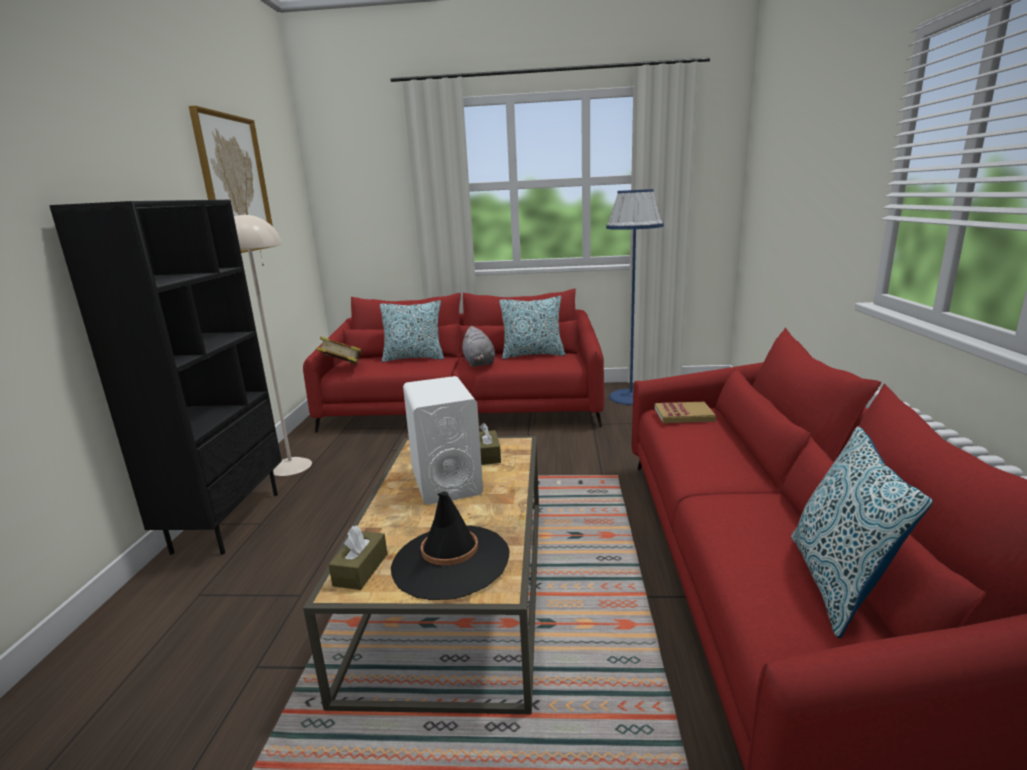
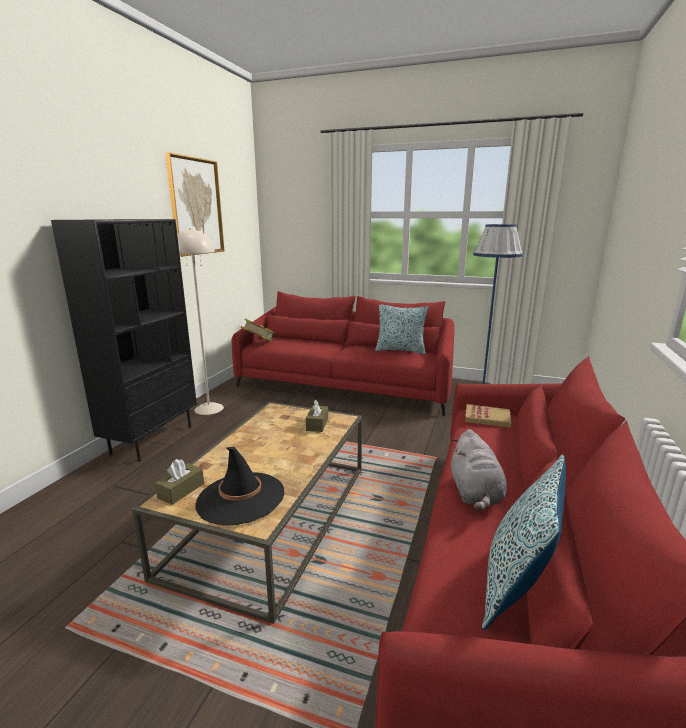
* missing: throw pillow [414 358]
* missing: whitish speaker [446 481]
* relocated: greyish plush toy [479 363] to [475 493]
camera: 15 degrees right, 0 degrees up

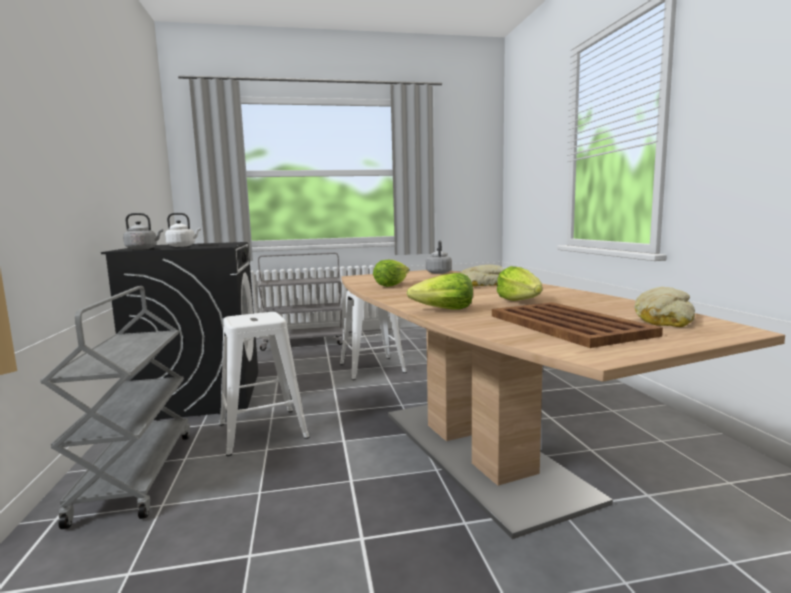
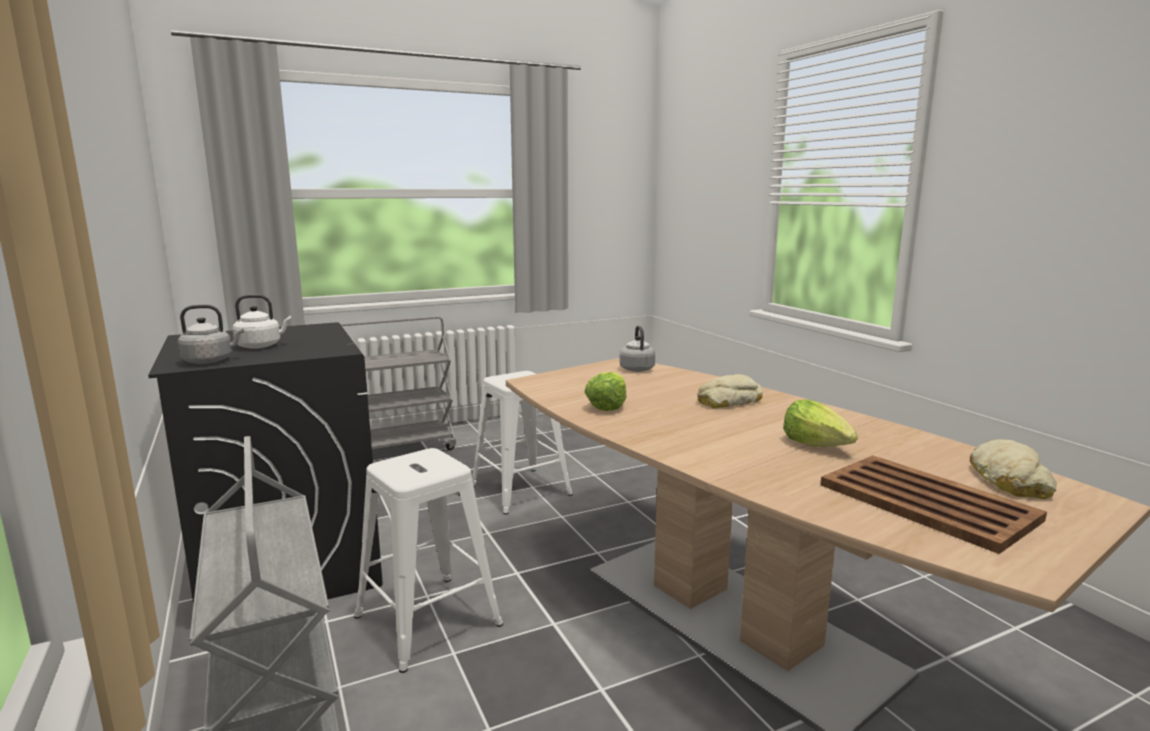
* missing: lettuce [443 310]
camera: 15 degrees left, 5 degrees up

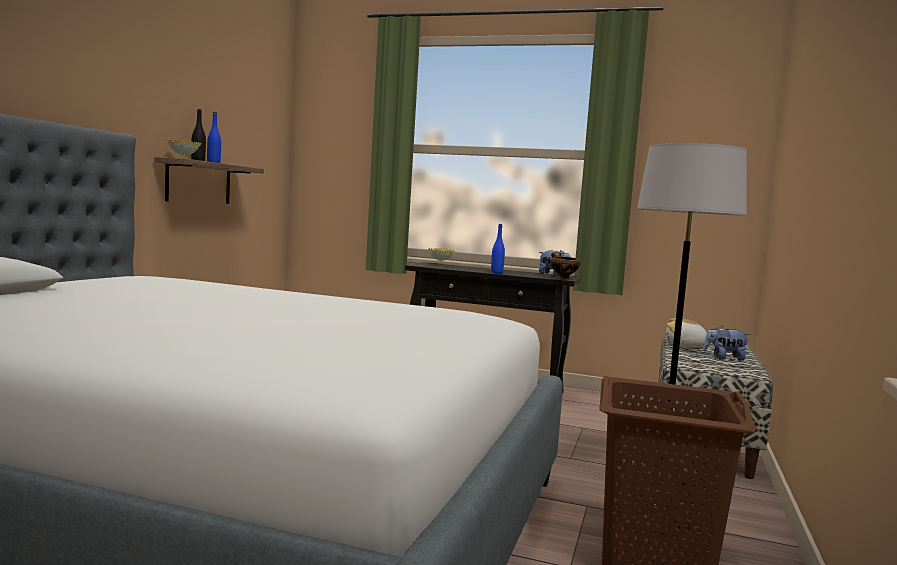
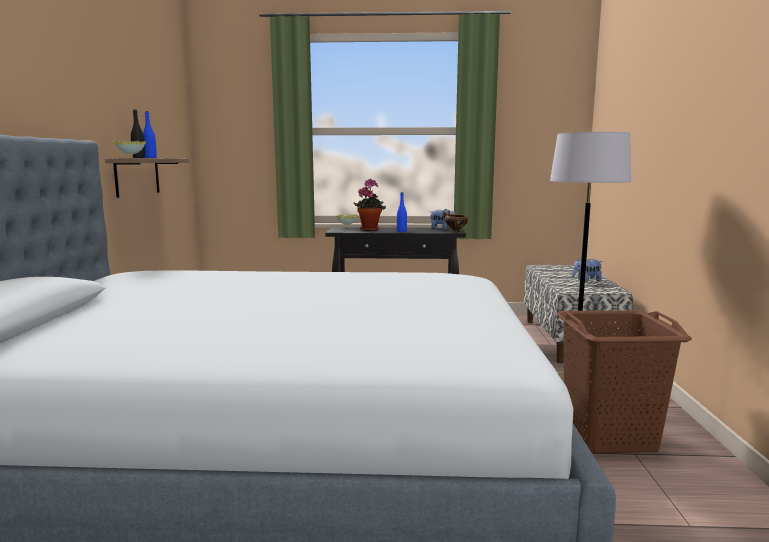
* missing: plush toy [685 346]
* appeared: potted plant [370 229]
camera: 15 degrees left, 5 degrees up

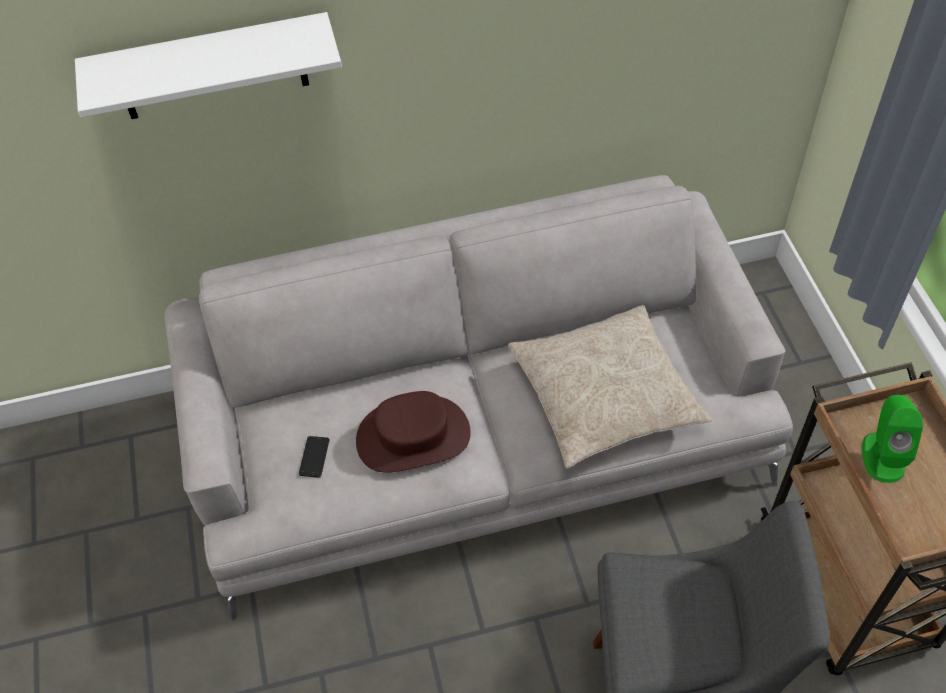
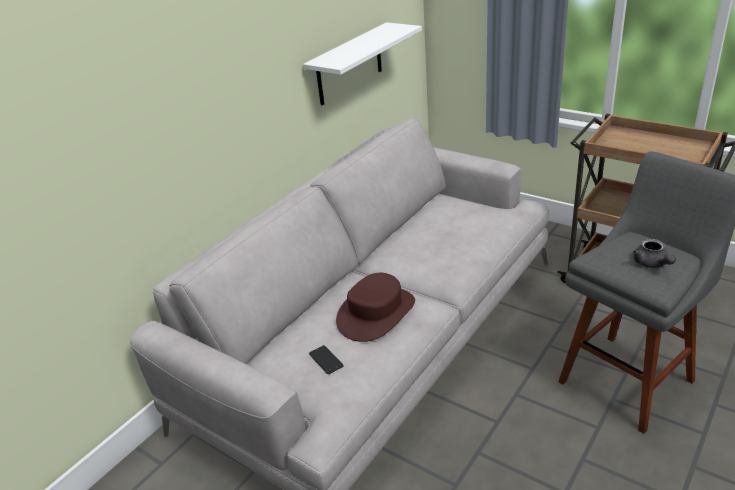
* missing: sand-coloured throw pillow [605 395]
* missing: green speaker [883 456]
* appeared: greyish pot for tea [652 264]
* relocated: whitish bracket shelf [212 68] to [349 64]
camera: 40 degrees left, 20 degrees down

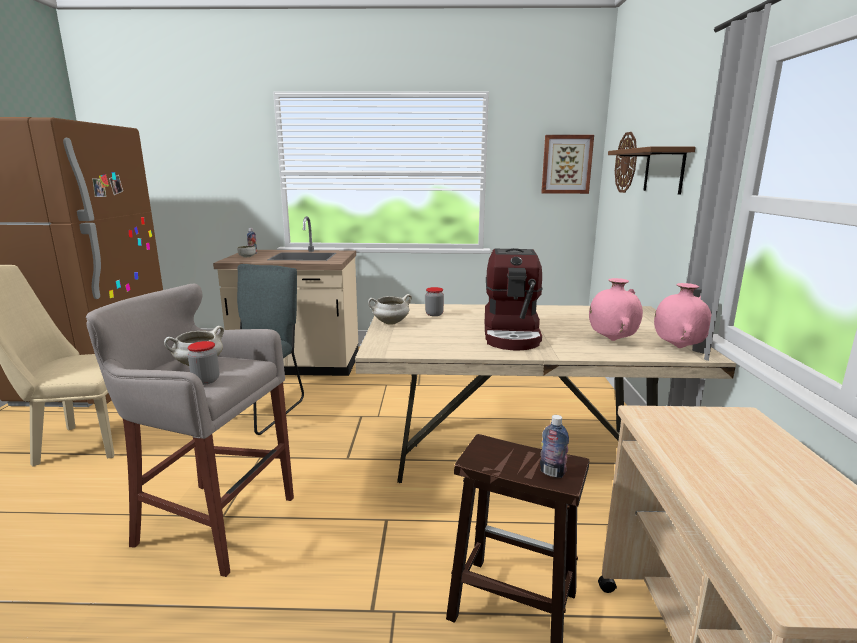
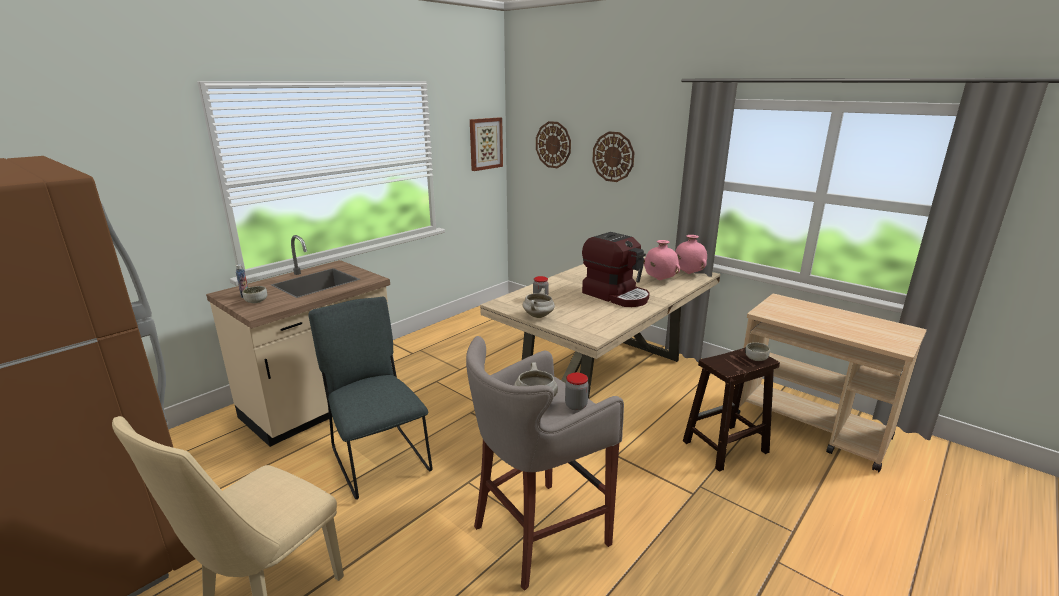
* exchanged: beverage bottle [552 472] to serving bowl [756 358]
* exchanged: brownish bracket shelf [664 170] to clock on the wall [613 156]
camera: 50 degrees left, 5 degrees up

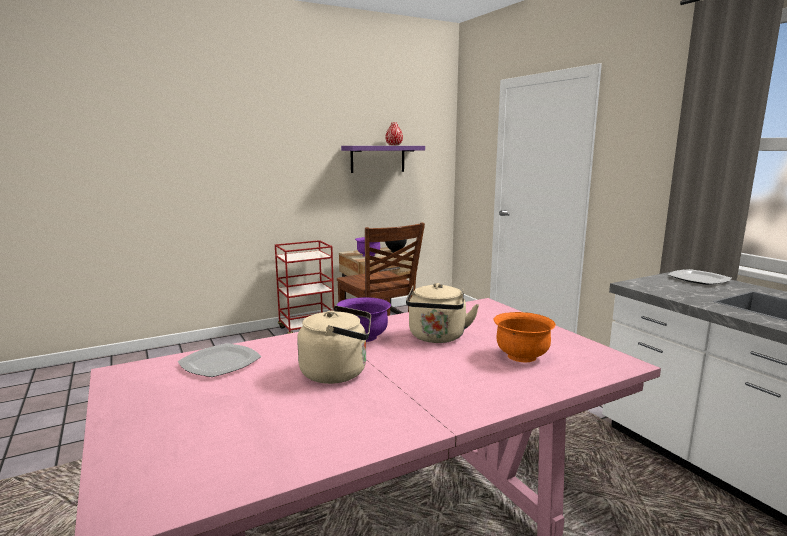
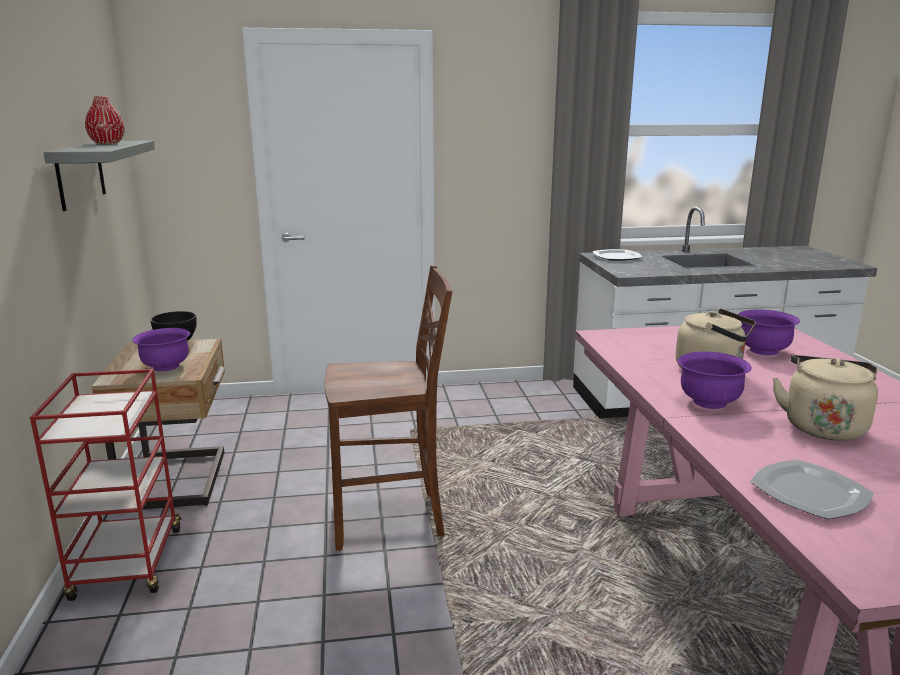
* colour: purplish bracket shelf [377 159] to greyish bracket shelf [80 174]
* colour: orangey serving bowl [522 356] to purplish serving bowl [763 351]
camera: 70 degrees left, 5 degrees up

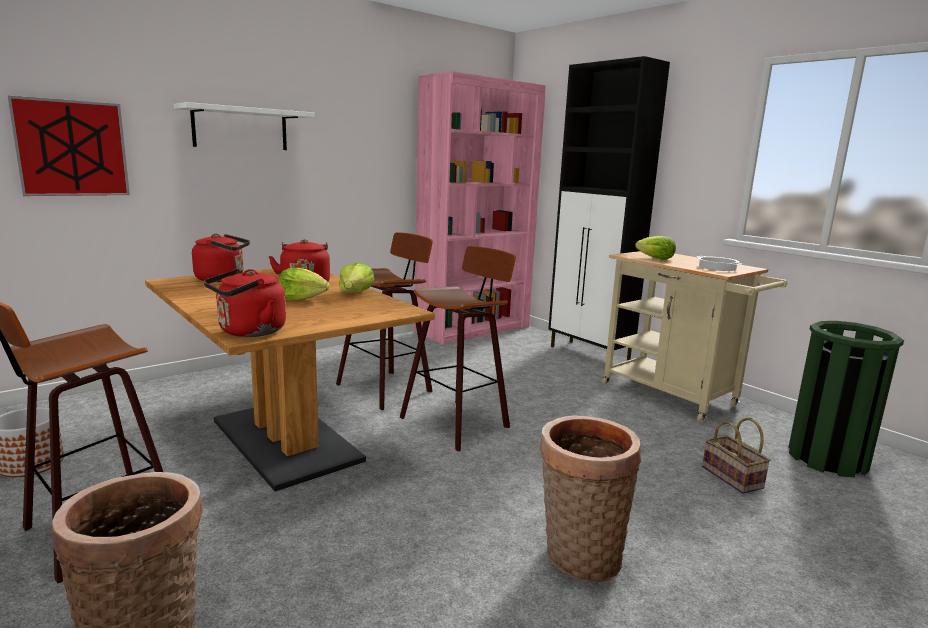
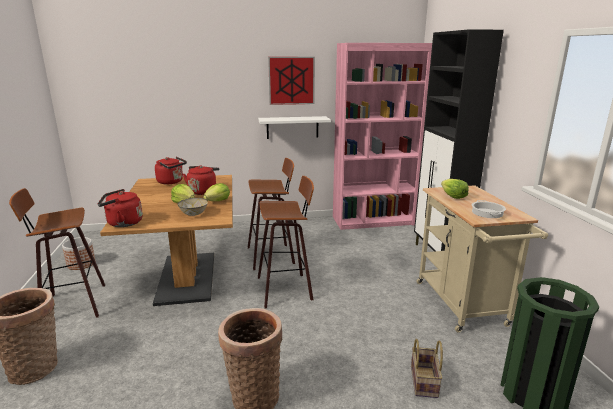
* appeared: serving bowl [193 214]
* relocated: wall picture [72 148] to [291 80]
* relocated: whitish bracket shelf [240 128] to [292 127]
camera: 30 degrees right, 5 degrees up

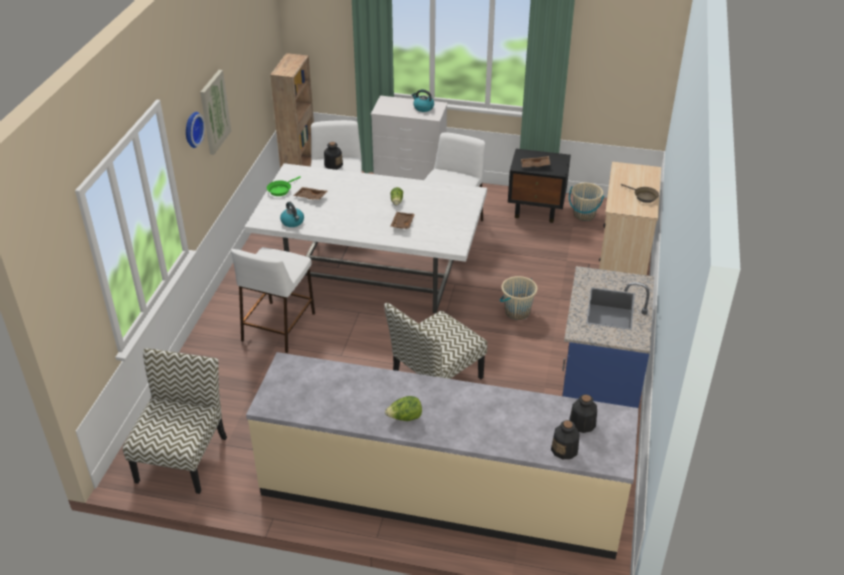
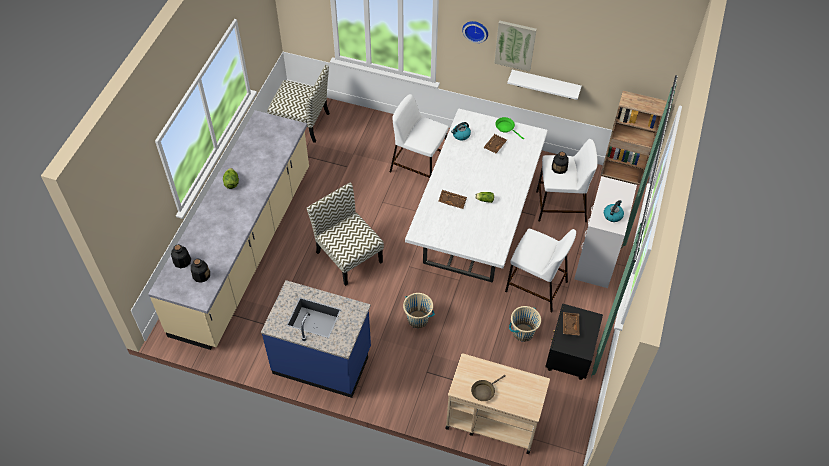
* appeared: whitish bracket shelf [545 84]
* relocated: sand-coloured bucket [584 215] to [523 332]
camera: 95 degrees right, 15 degrees up

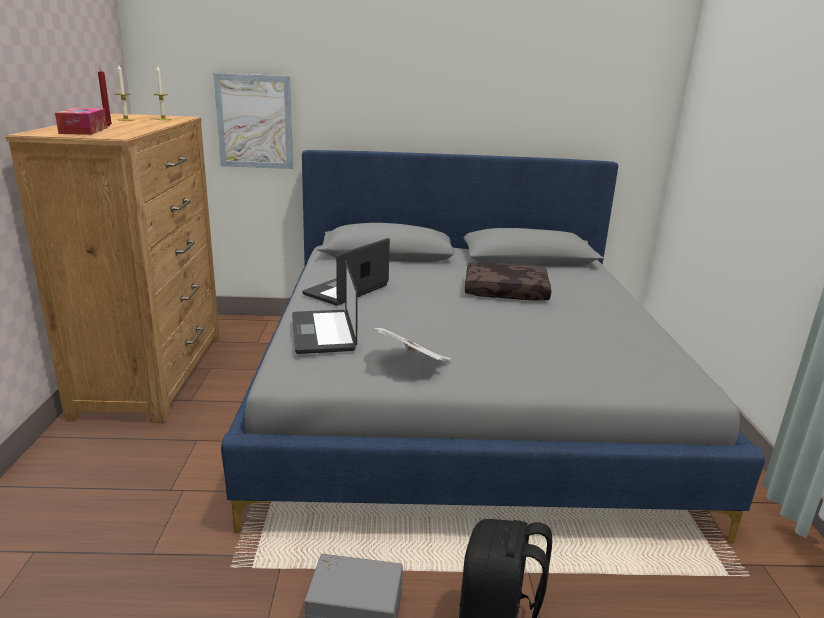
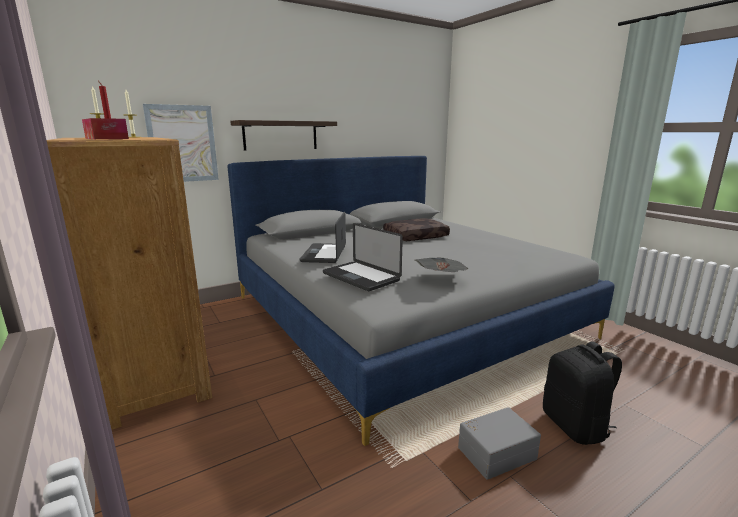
* appeared: bracket shelf [280 135]
camera: 30 degrees left, 5 degrees down

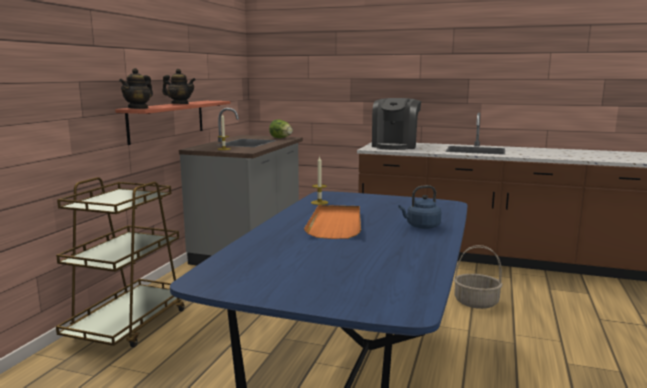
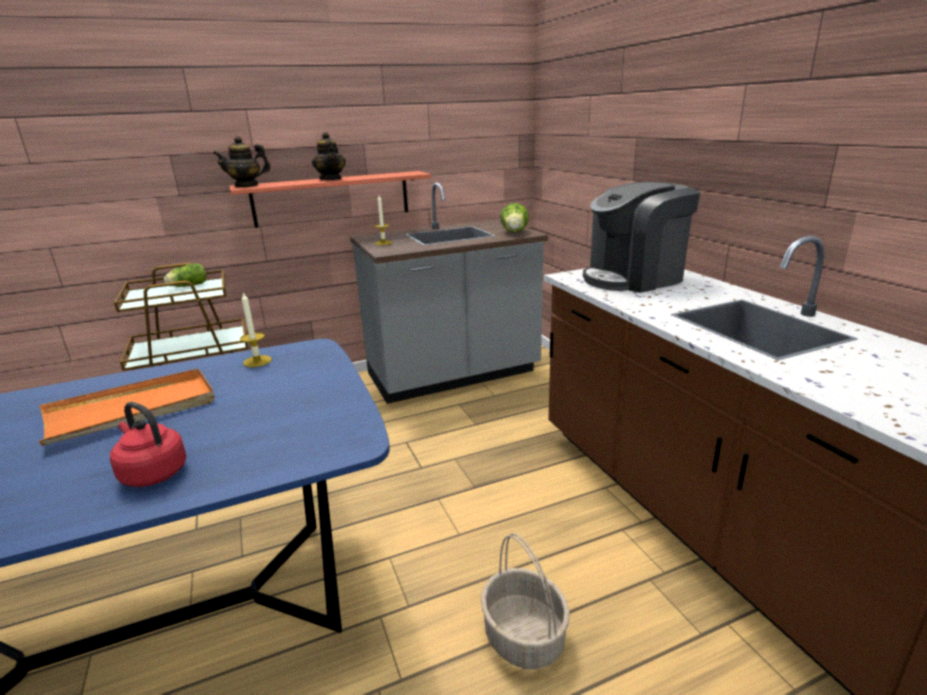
* appeared: lettuce [187 286]
* colour: blue-coloured water kettle [421 226] to reddish water kettle [152 473]
camera: 50 degrees right, 10 degrees up

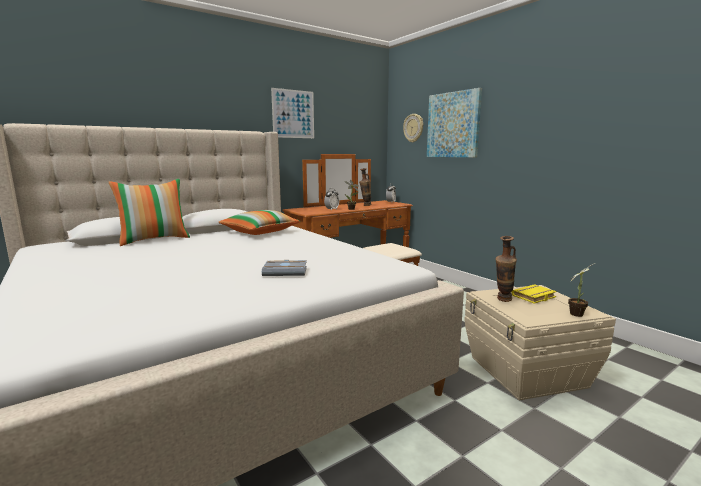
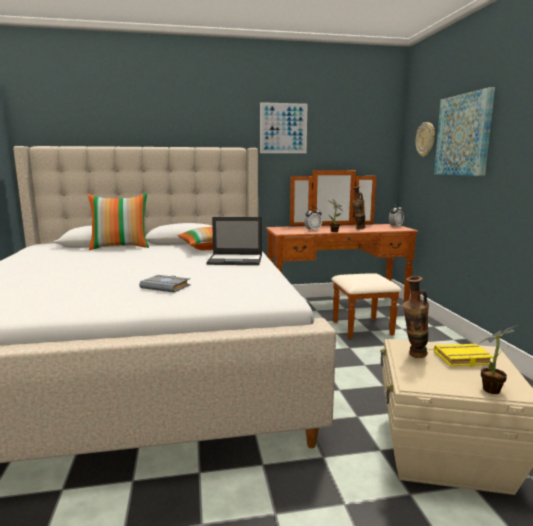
* appeared: notebook computer [236 260]
camera: 25 degrees right, 0 degrees up

